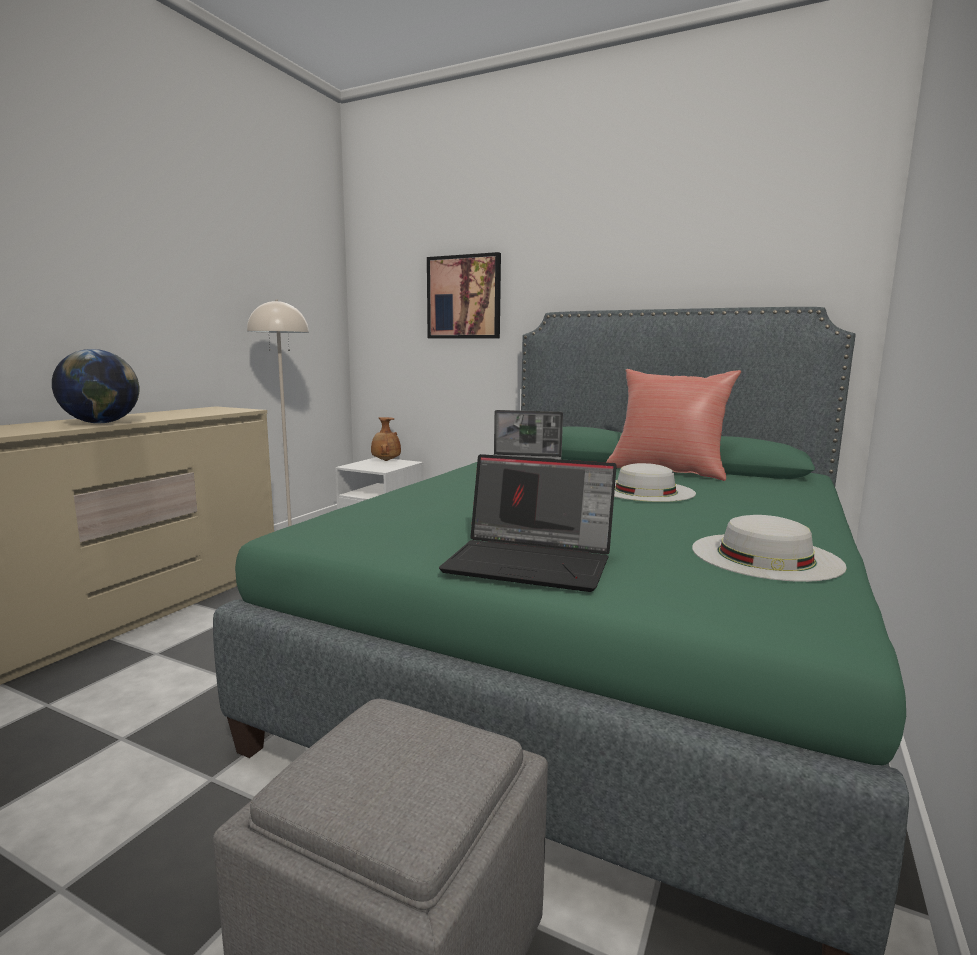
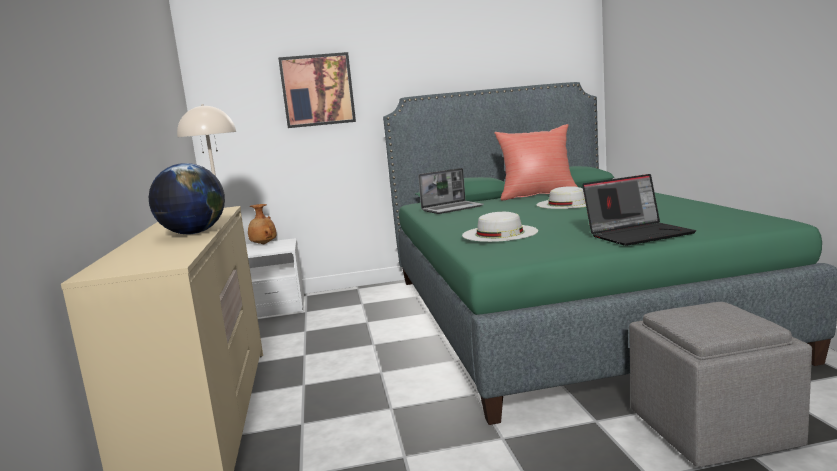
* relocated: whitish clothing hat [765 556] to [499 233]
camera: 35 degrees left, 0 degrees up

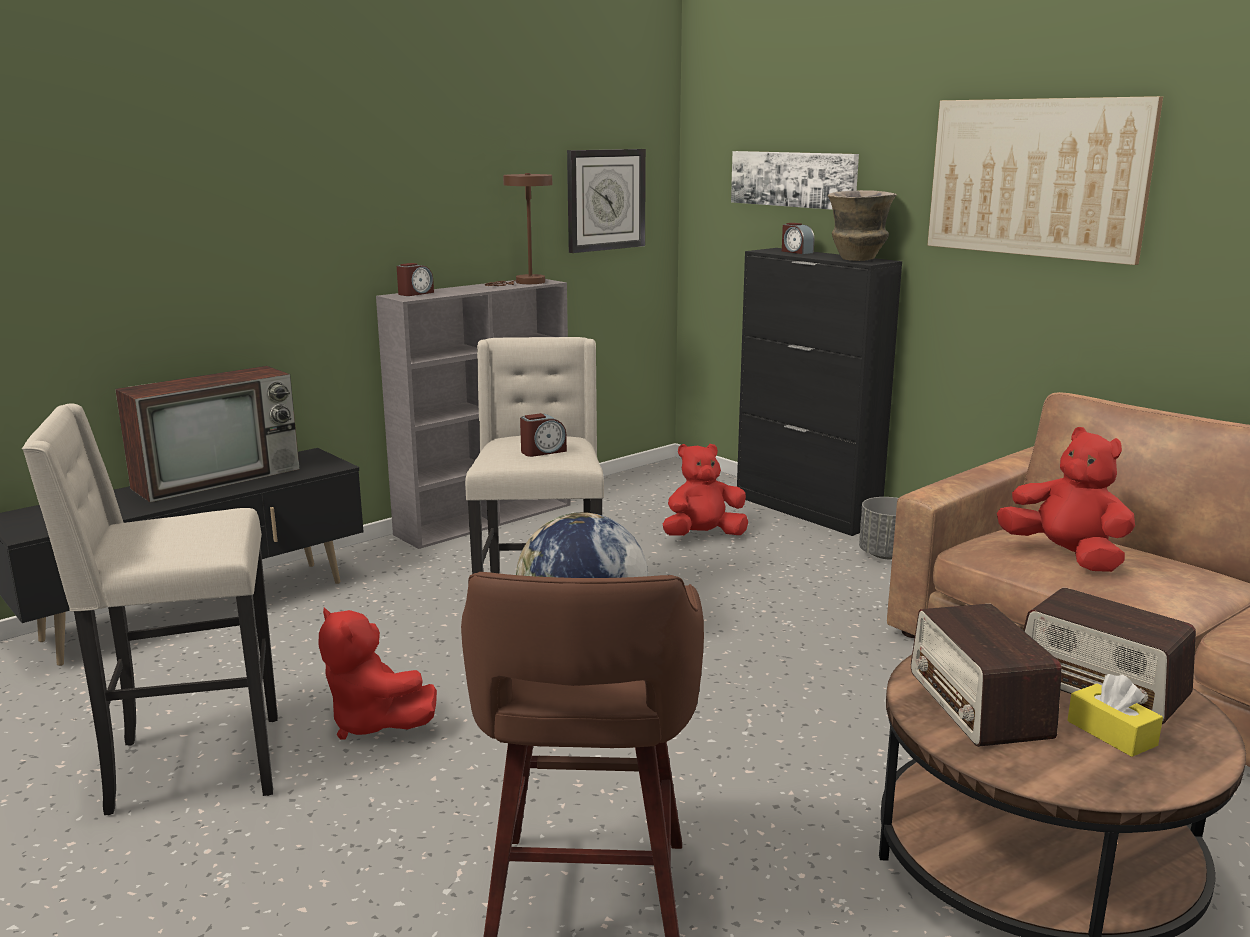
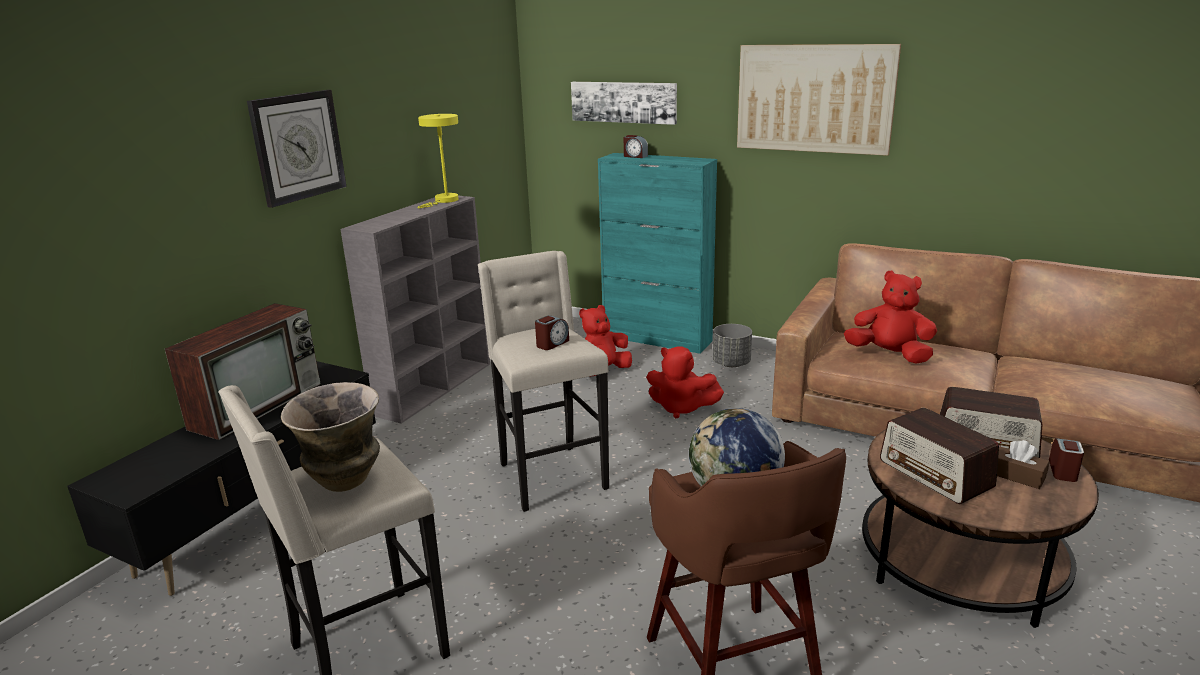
* relocated: reddish plush toy [373 723] to [681 408]
* relocated: table clock [415 293] to [1063 471]
* relocated: clock on the wall [605 200] to [298 146]
* relocated: flower vase [857 259] to [345 482]
* colour: brownish lamp for a table [526 282] to yellow-coloured lamp for a table [444 201]
* colour: blackish storage cabinet [807 510] to turquoise-coloured storage cabinet [657 339]
* colour: yellow-coloured tissue holder [1111 733] to brownish tissue holder [1017 476]
camera: 20 degrees left, 5 degrees up

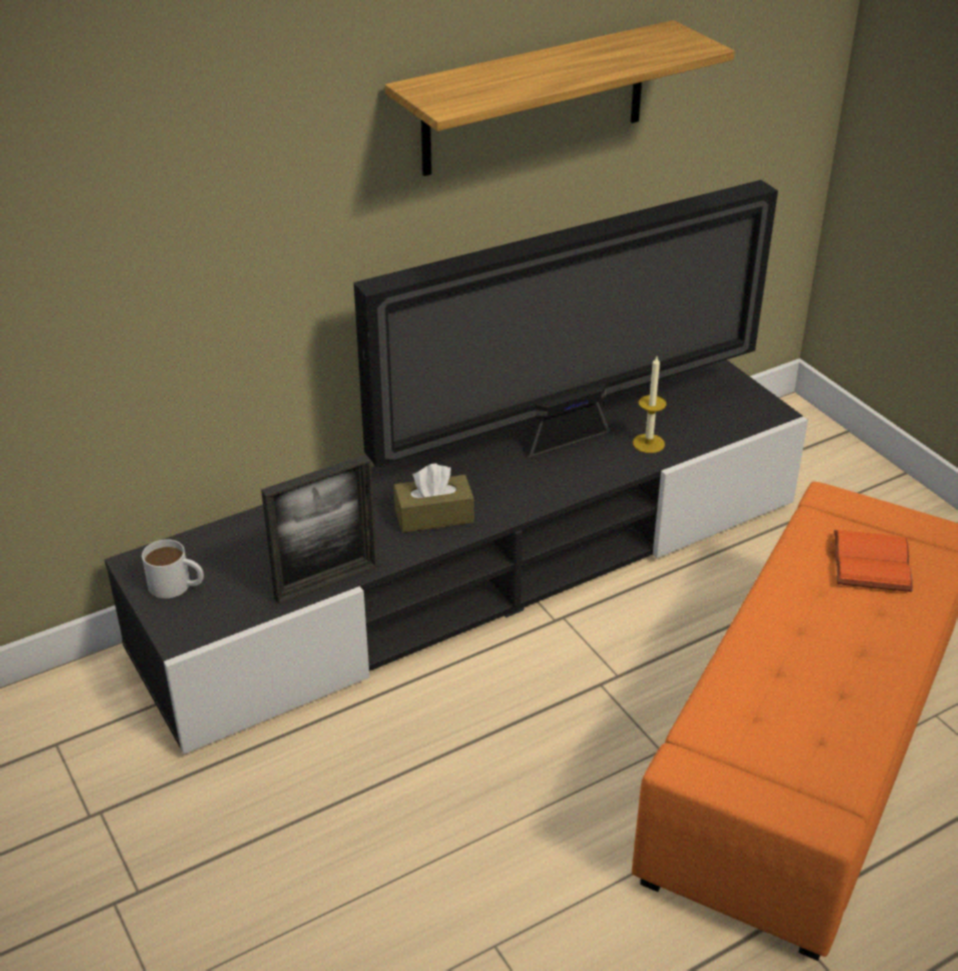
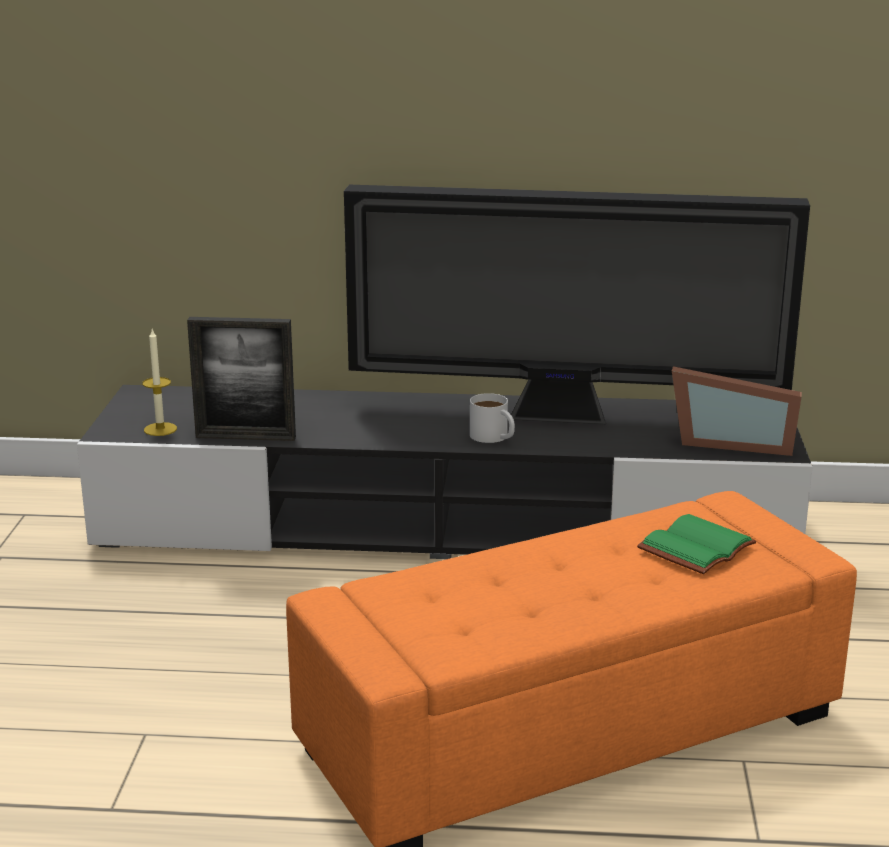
* missing: bracket shelf [534 99]
* missing: brownish tissue holder [434 516]
* appeared: picture frame [731 442]
* relocated: whitish tea mug [177 585] to [494 437]
* relocated: wax light [648 443] to [160 429]
* colour: orangey book [868 561] to green book [695 546]
camera: 35 degrees right, 15 degrees down

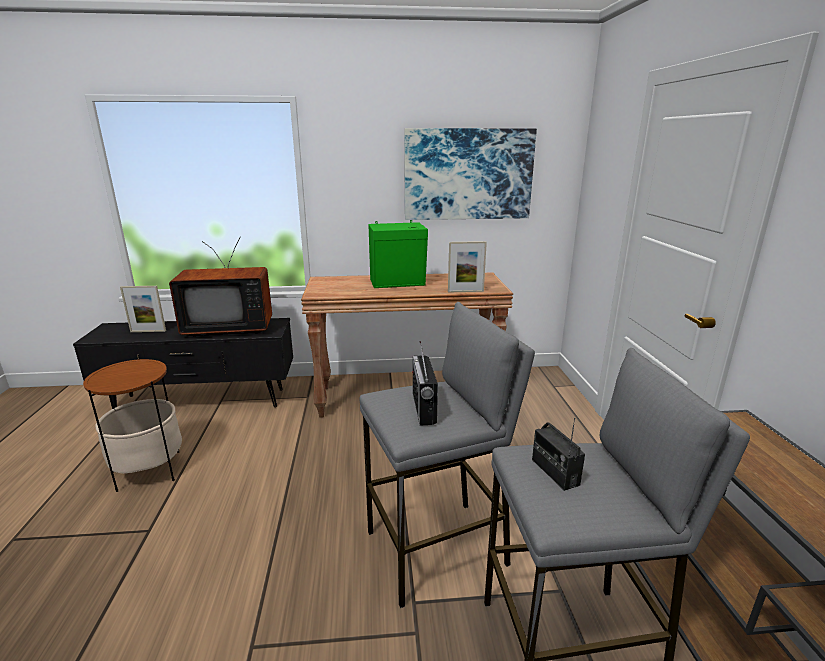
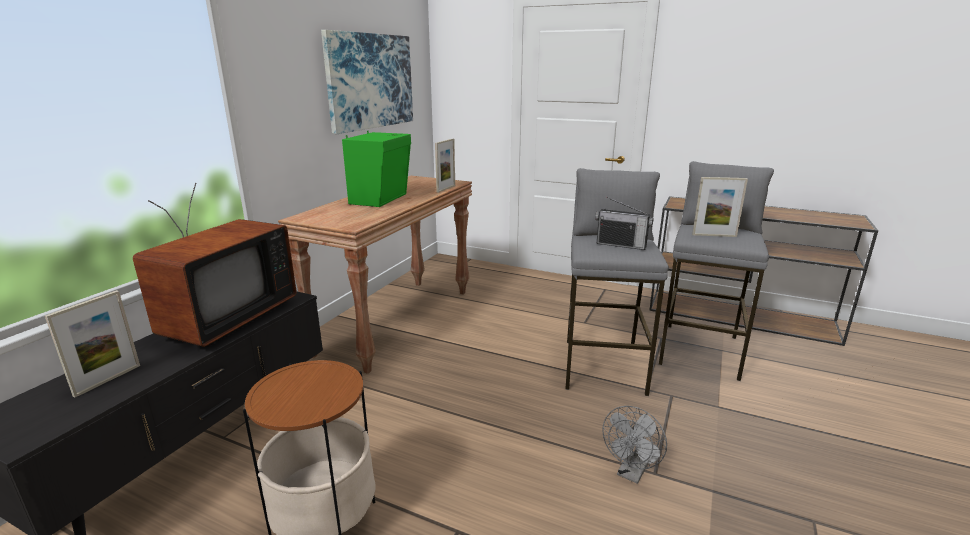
* appeared: greyish cooling fan [631 473]
* exchanged: radio [554 472] to picture frame [714 235]
camera: 60 degrees left, 0 degrees up

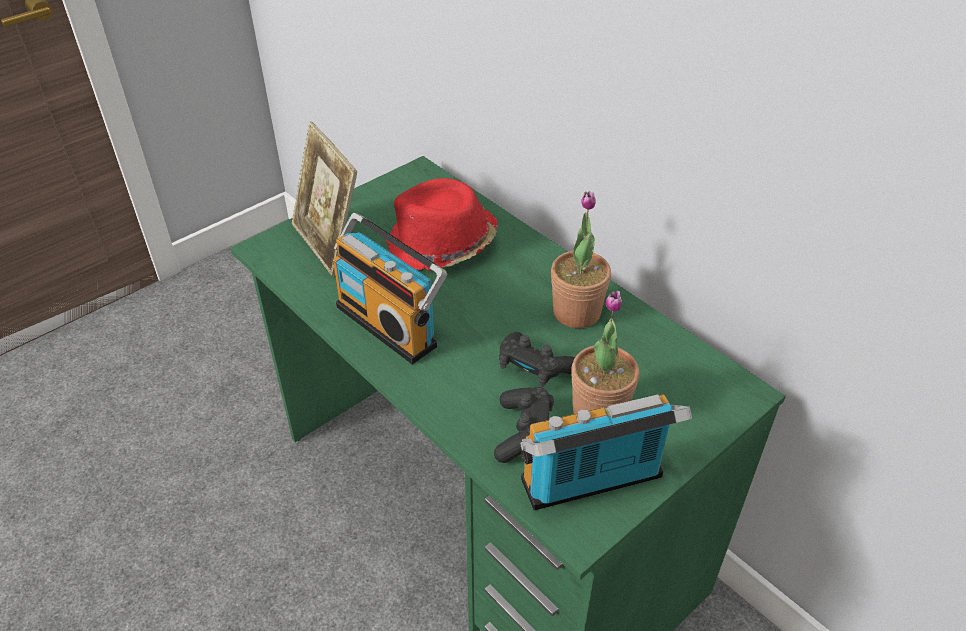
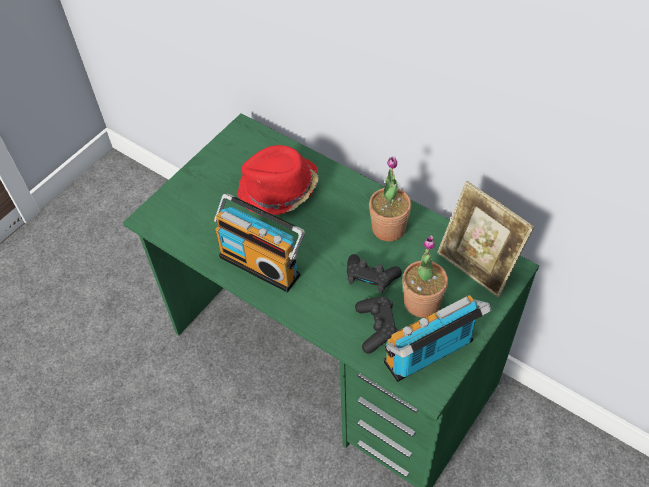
* relocated: picture frame [329 244] to [477 266]
camera: 10 degrees left, 10 degrees up

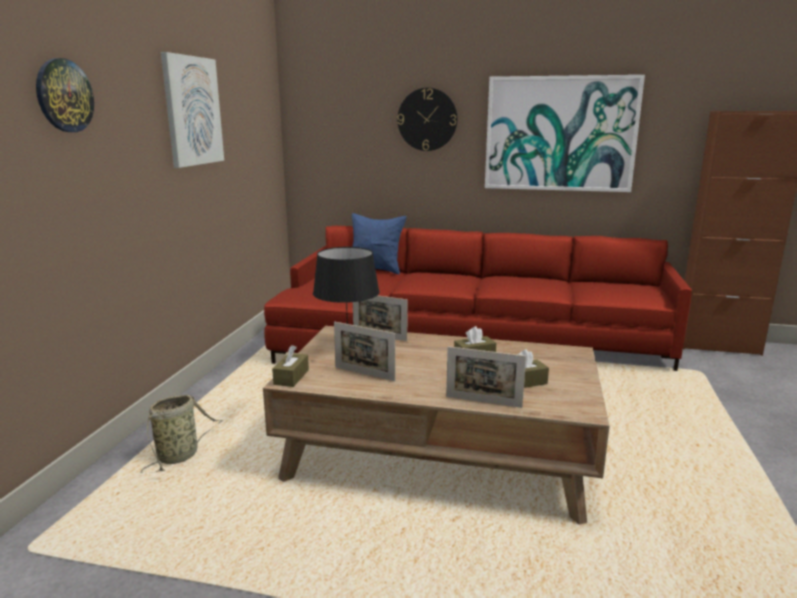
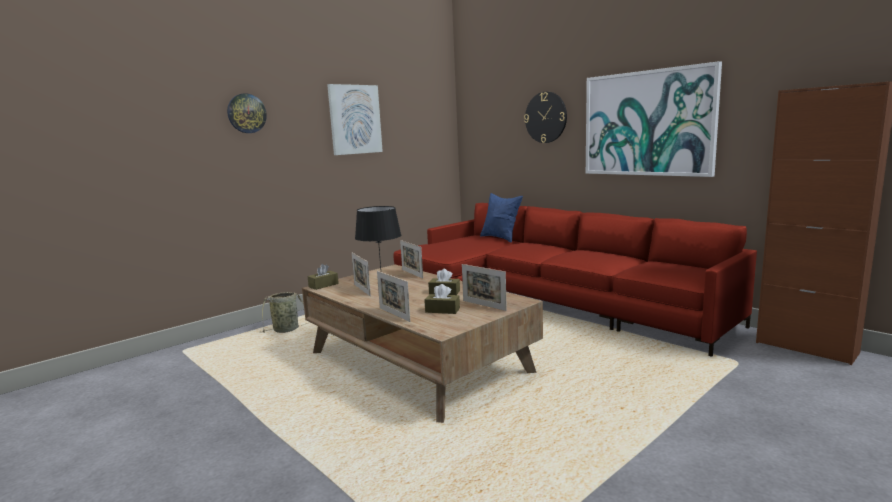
* appeared: picture frame [484 305]
camera: 35 degrees right, 5 degrees down

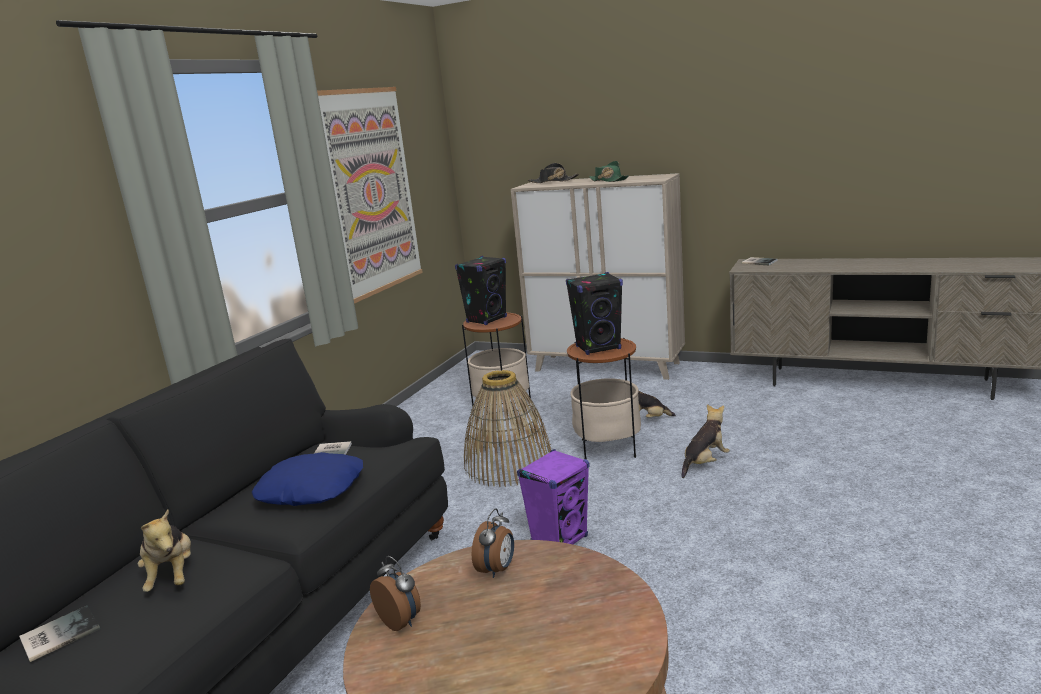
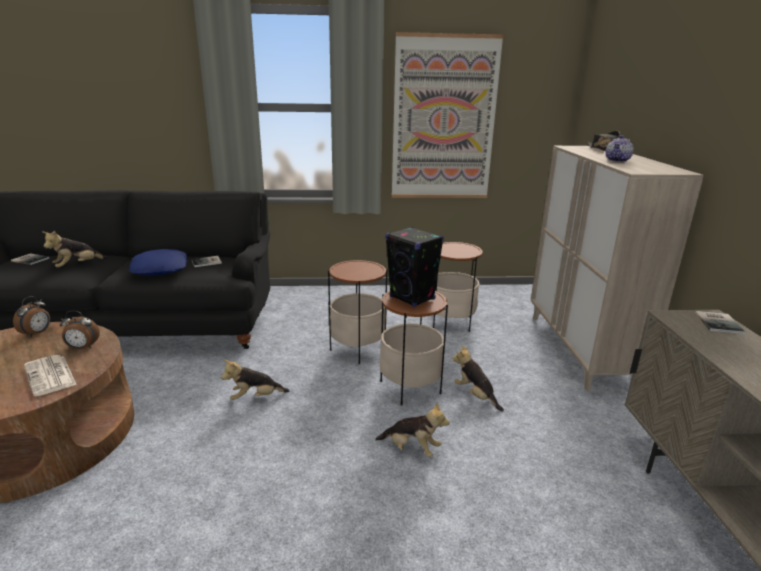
* missing: blackish speaker [487 320]
* appeared: daily paper [50 376]
* exchanged: household basket [509 464] to end table [358 349]
* exchanged: purplish speaker [559 540] to plush toy [255 397]
* exchanged: green clothing hat [608 181] to pot for tea [617 160]
camera: 60 degrees right, 5 degrees up

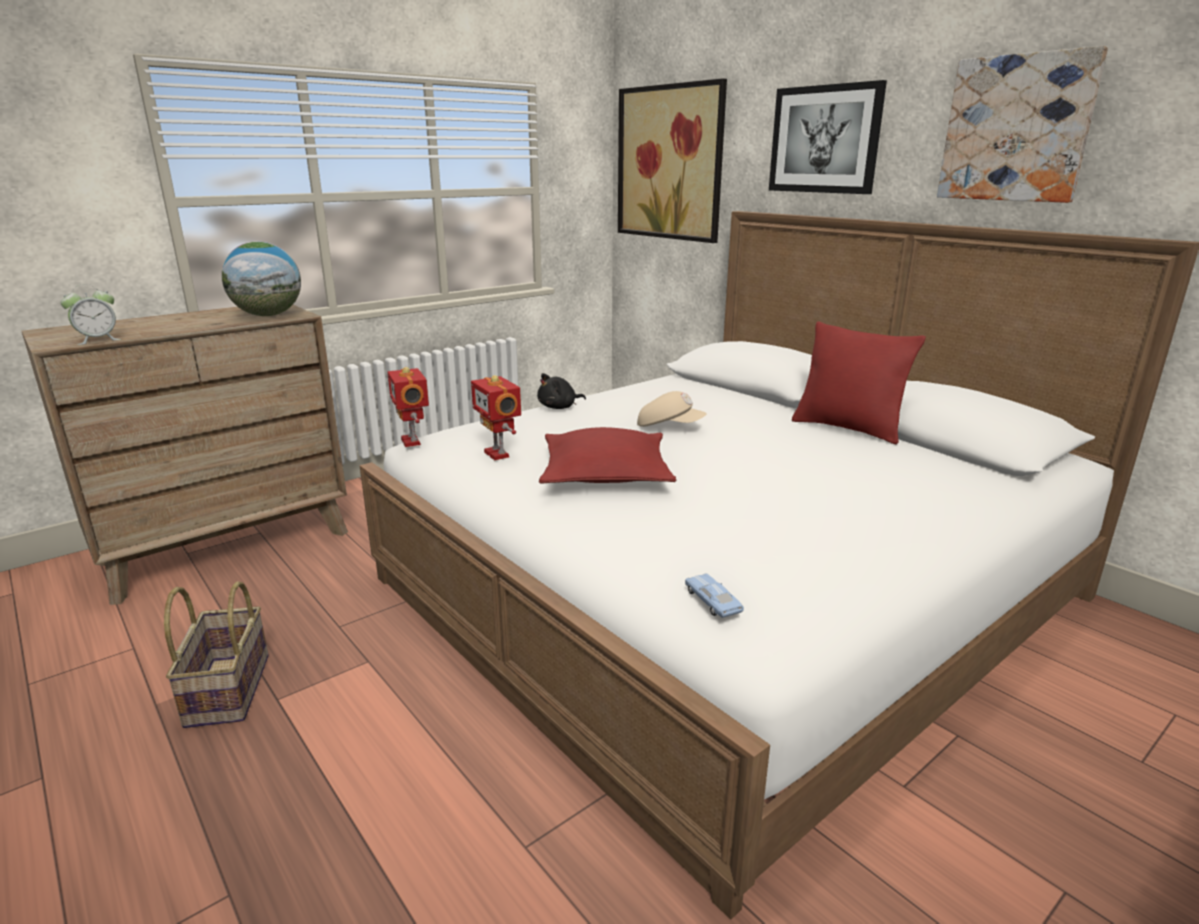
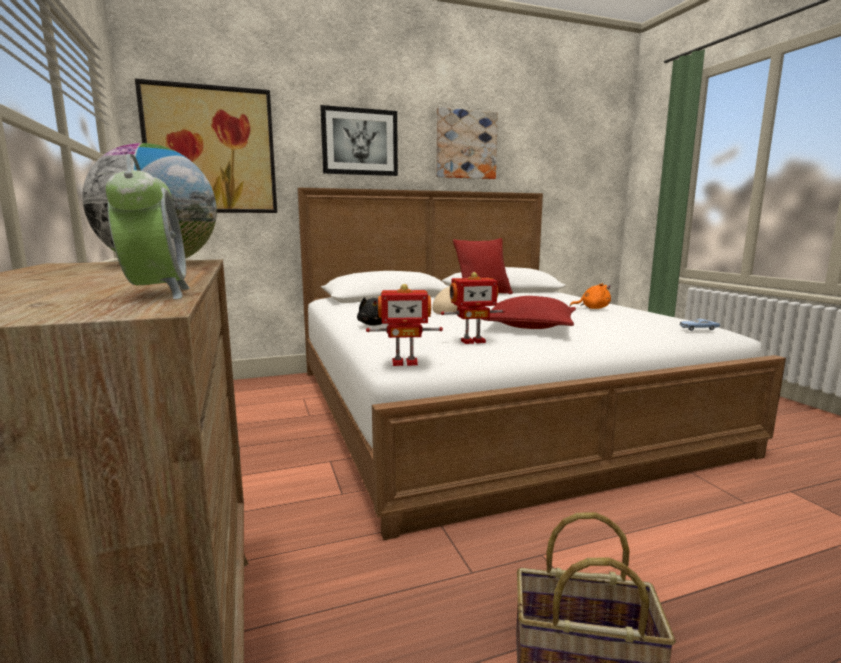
* appeared: orangey plush toy [593 308]
camera: 70 degrees left, 10 degrees down

